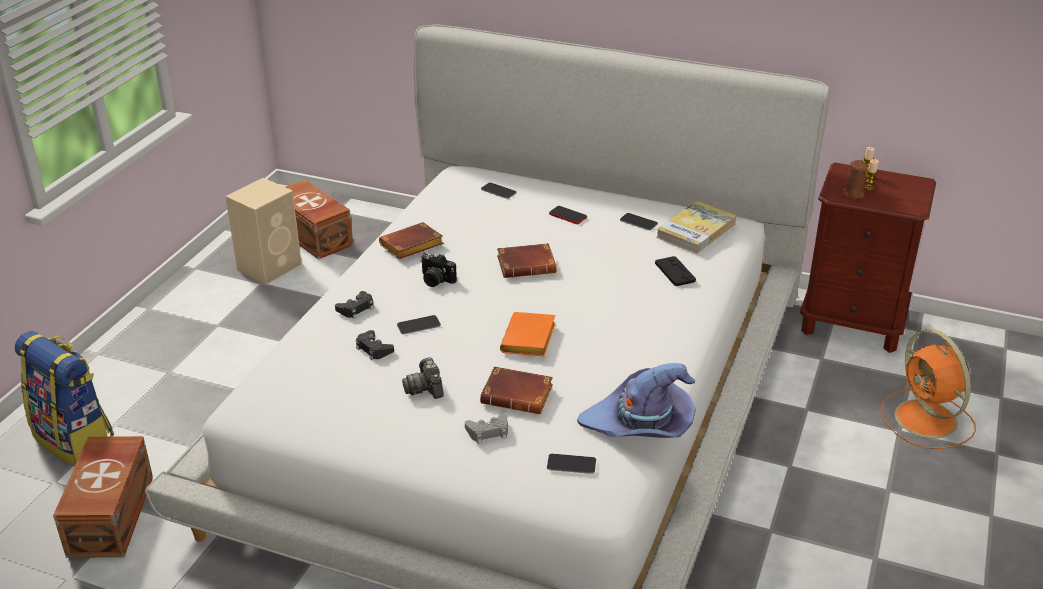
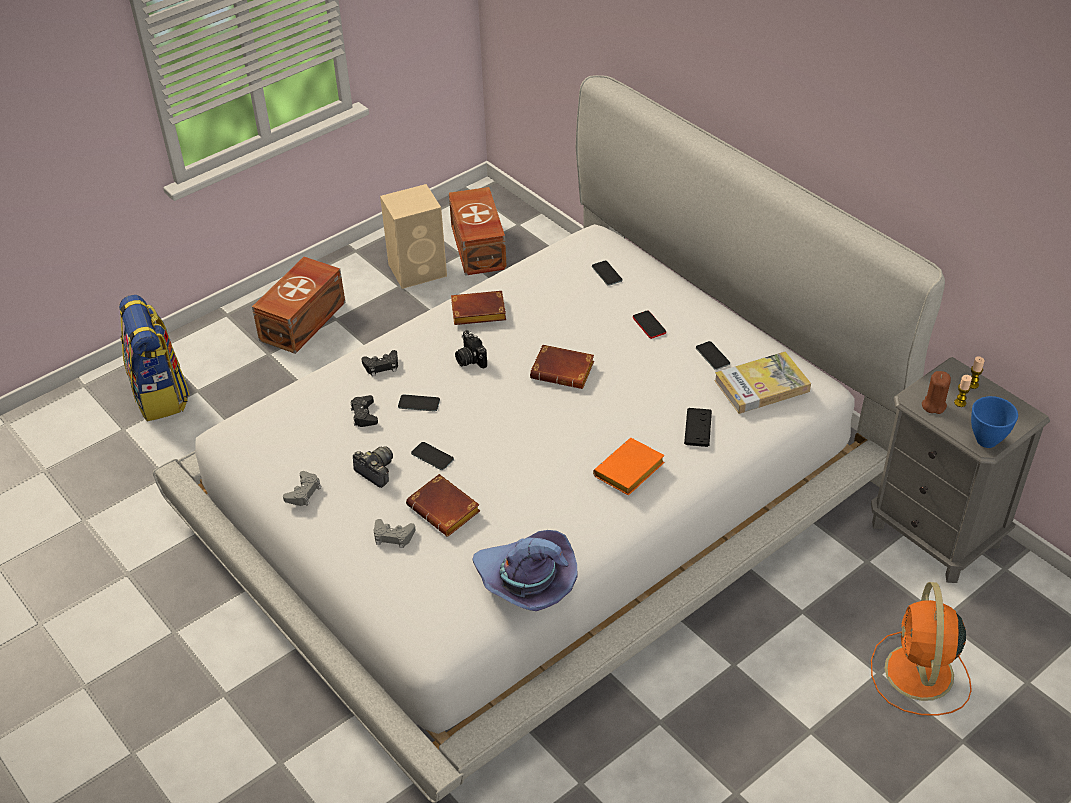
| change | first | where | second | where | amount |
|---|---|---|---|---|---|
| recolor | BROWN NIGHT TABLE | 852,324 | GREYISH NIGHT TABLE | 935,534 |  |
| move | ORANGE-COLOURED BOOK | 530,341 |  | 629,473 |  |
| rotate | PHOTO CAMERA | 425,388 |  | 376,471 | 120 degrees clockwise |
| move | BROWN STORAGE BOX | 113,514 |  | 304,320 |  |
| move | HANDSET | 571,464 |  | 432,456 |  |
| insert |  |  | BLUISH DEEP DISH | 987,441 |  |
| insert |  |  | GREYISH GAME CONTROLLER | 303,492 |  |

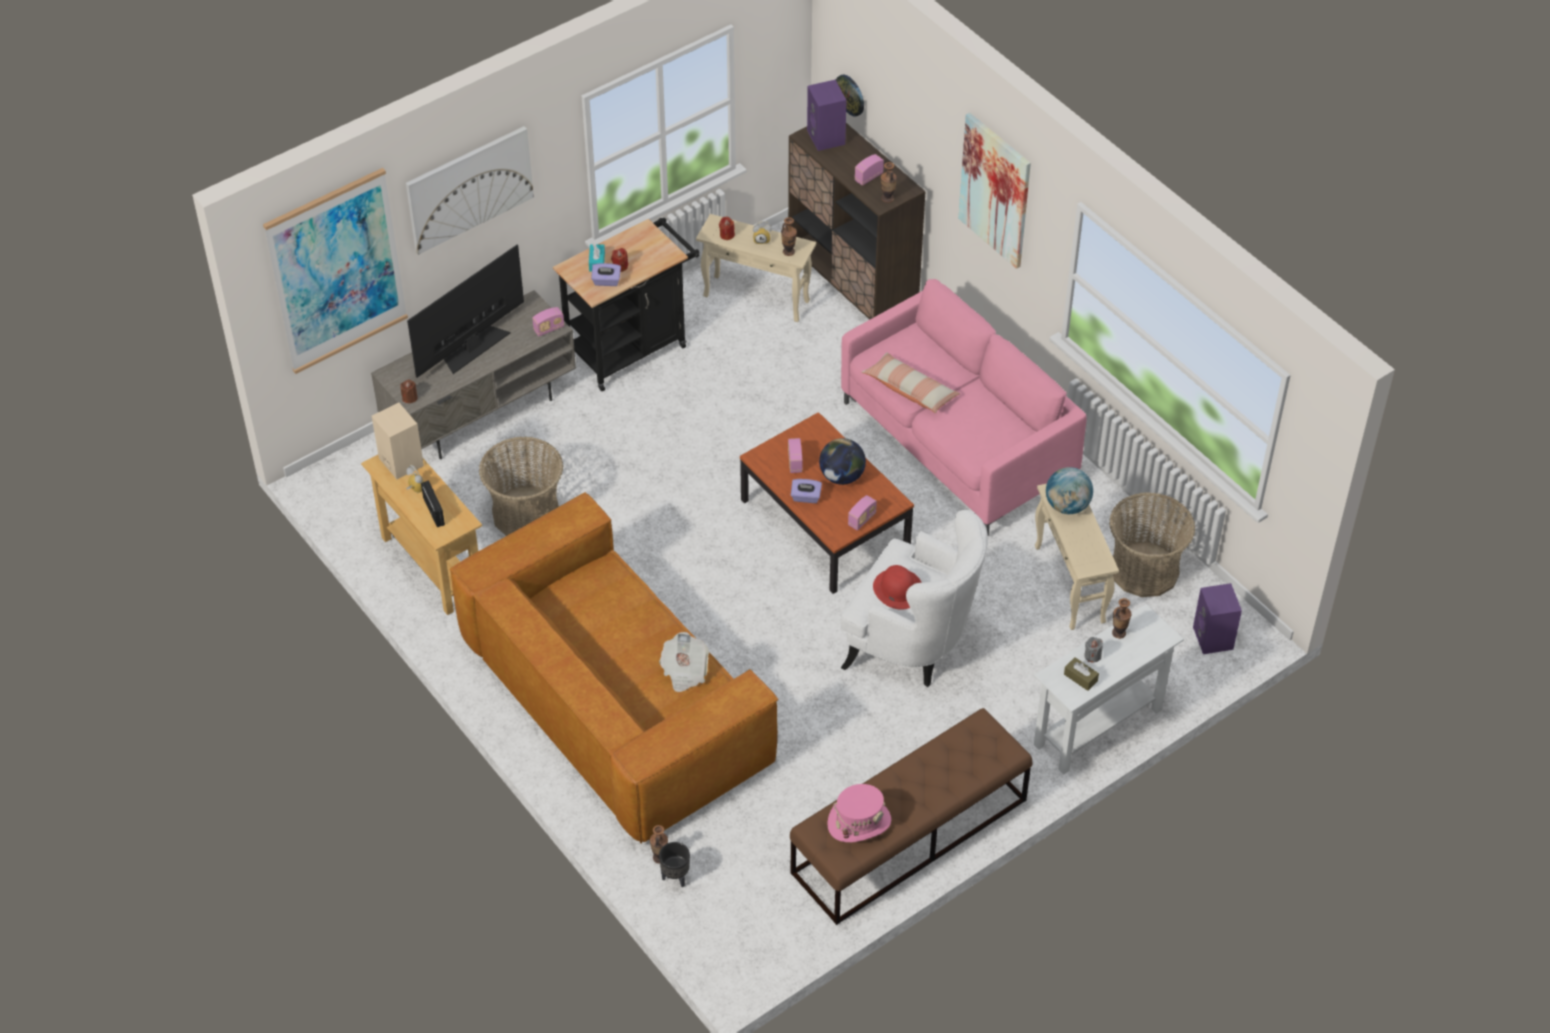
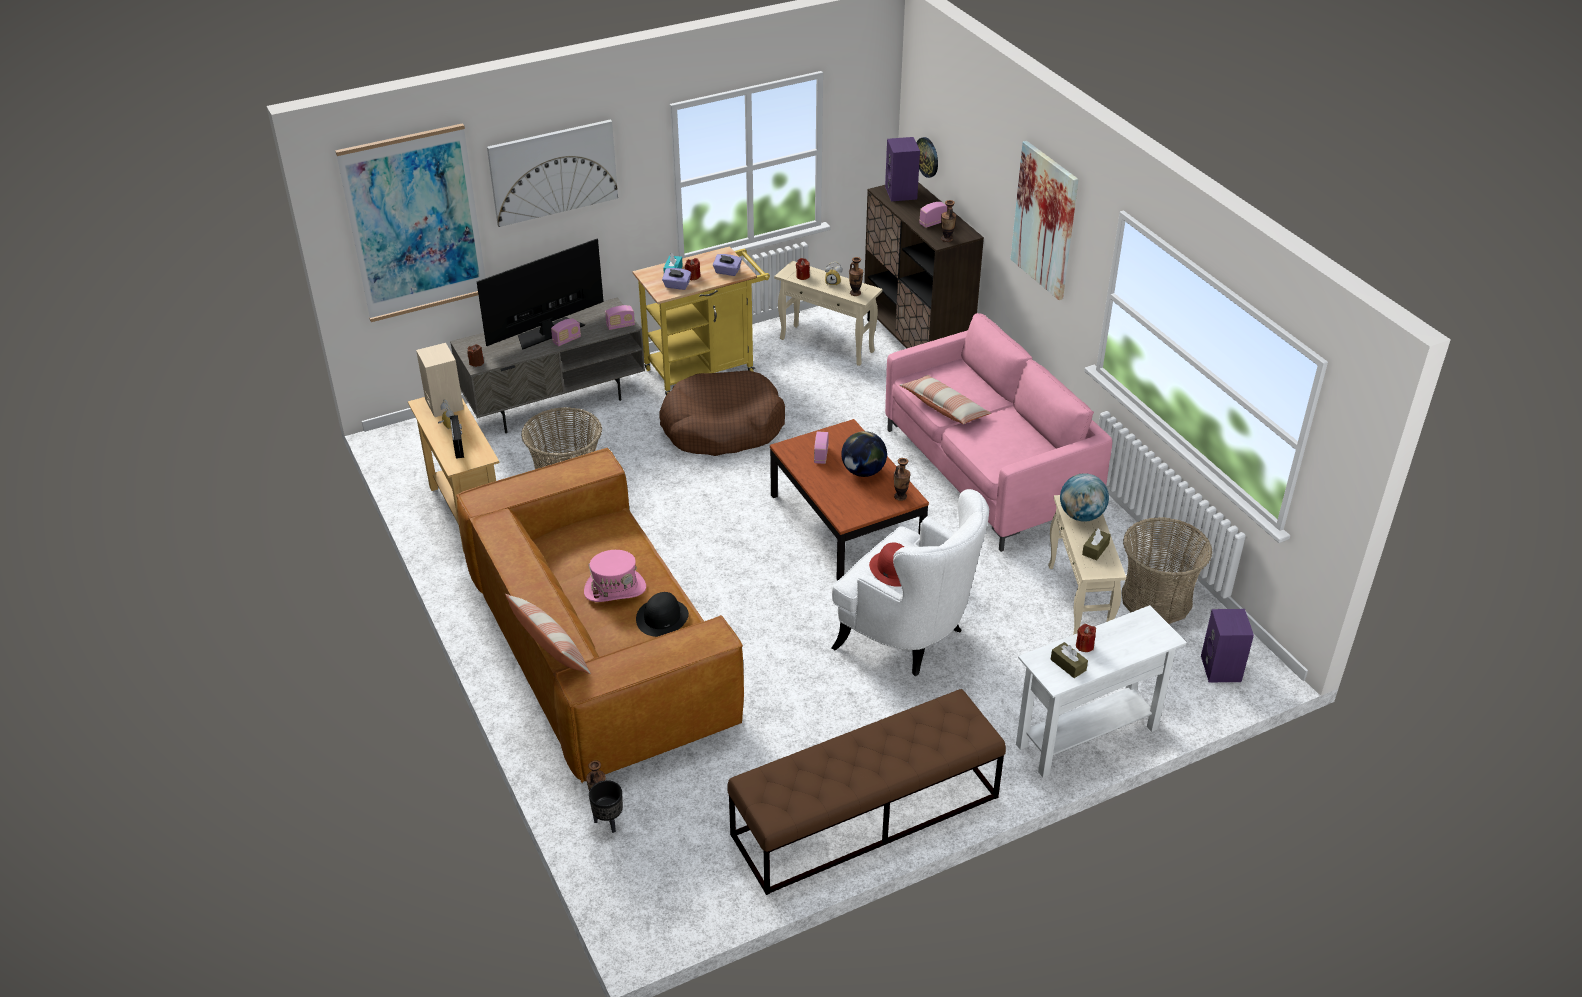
| change | first | where | second | where | amount |
|---|---|---|---|---|---|
| recolor | BLACKISH CART | 632,347 | YELLOWISH CART | 705,369 |  |
| move | PURPLE-COLOURED TISSUE HOLDER | 806,497 |  | 727,272 |  |
| move | RADIO SET | 862,519 |  | 567,340 |  |
| move | VASE | 1119,633 |  | 900,496 |  |
| replace | NEWSPAPER | 684,671 | BLACKISH CLOTHING HAT | 662,617 |  |
| recolor | GREYISH CANDLE | 1092,656 | REDDISH CANDLE | 1084,646 |  |
| move | PINK-COLOURED CLOTHING HAT | 859,822 |  | 615,589 |  |
| insert |  |  | BROWN PET BED | 722,427 |  |
| insert |  |  | BROWN TISSUE HOLDER | 1095,549 |  |
| insert |  |  | PILLOW | 550,649 |  |

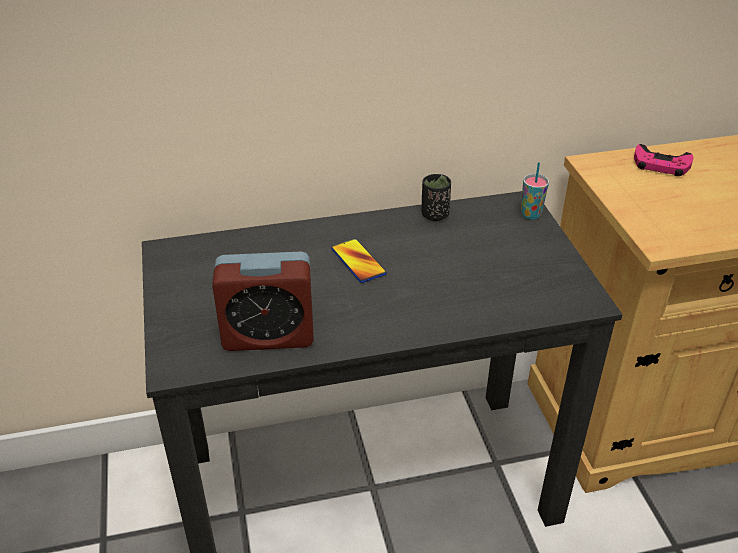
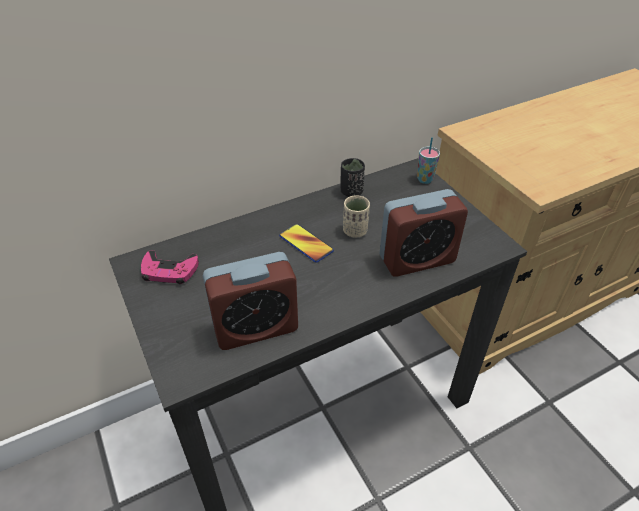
| change | first | where | second | where | amount |
|---|---|---|---|---|---|
| move | PINK-COLOURED GAME CONTROLLER | 661,165 |  | 169,271 |  |
| insert |  |  | BEDSIDE CLOCK | 417,259 |  |
| insert |  |  | SAND-COLOURED DRINKING CUP | 355,231 |  |

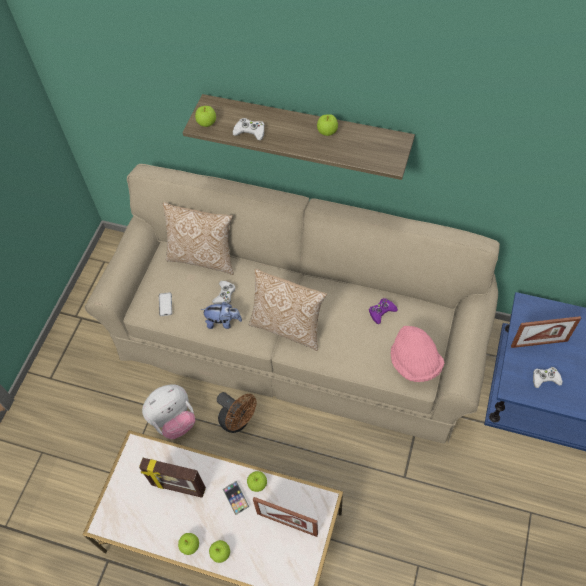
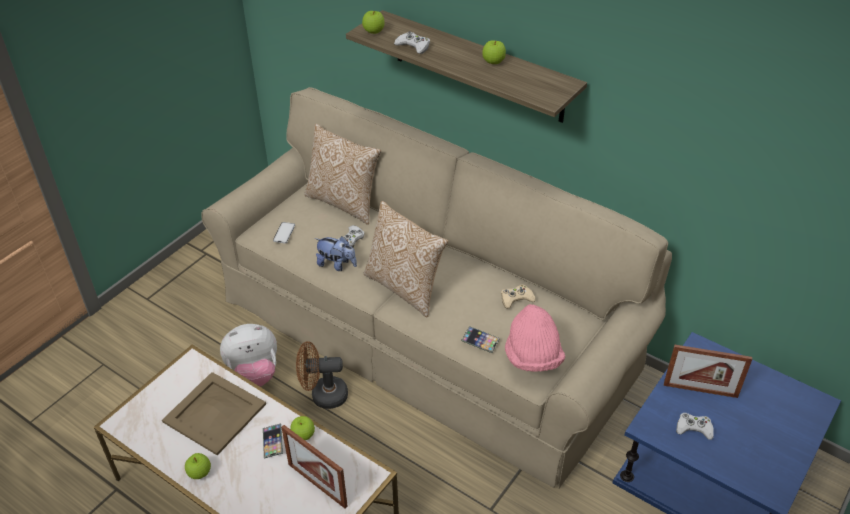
| change | first | where | second | where | amount |
|---|---|---|---|---|---|
| recolor | PURPLE-COLOURED GAME CONTROLLER | 381,312 | SAND-COLOURED GAME CONTROLLER | 516,299 |  |
| rotate | BROWN ELECTRIC FAN | 238,421 |  | 323,395 | 120 degrees clockwise |
| replace | STANDING FRAME | 178,487 | SAND-COLOURED CARRYING TRAY | 215,413 |  |
| delete | APPLE | 221,553 |  |  |  |
| insert |  |  | HANDSET | 480,341 |  |

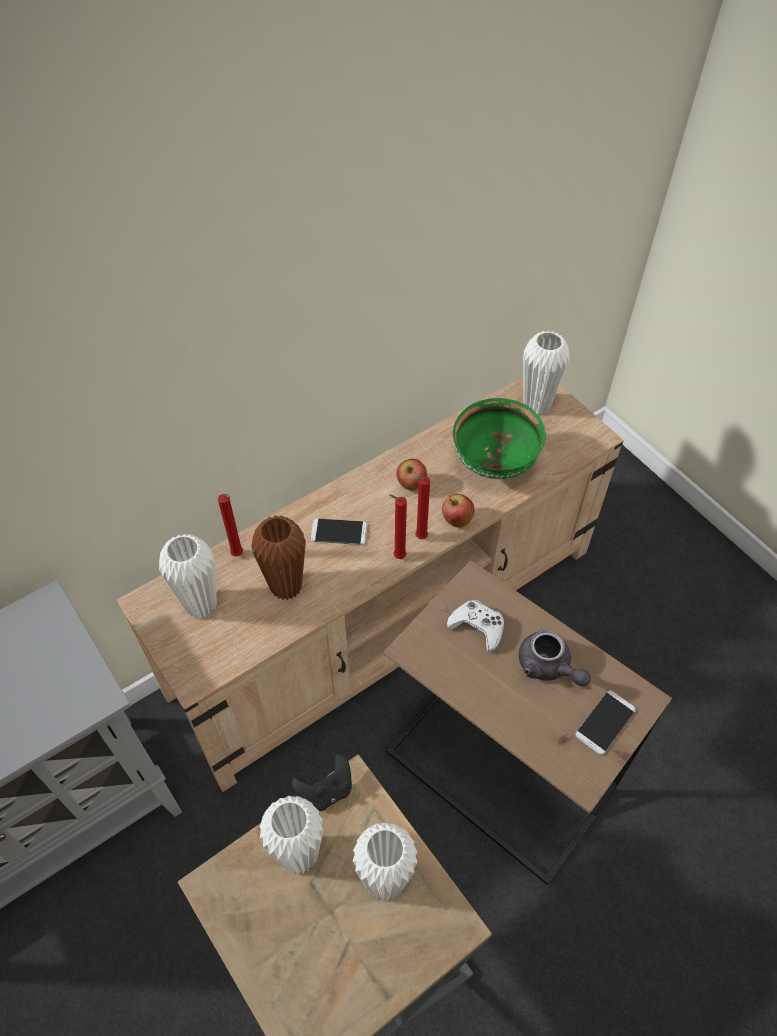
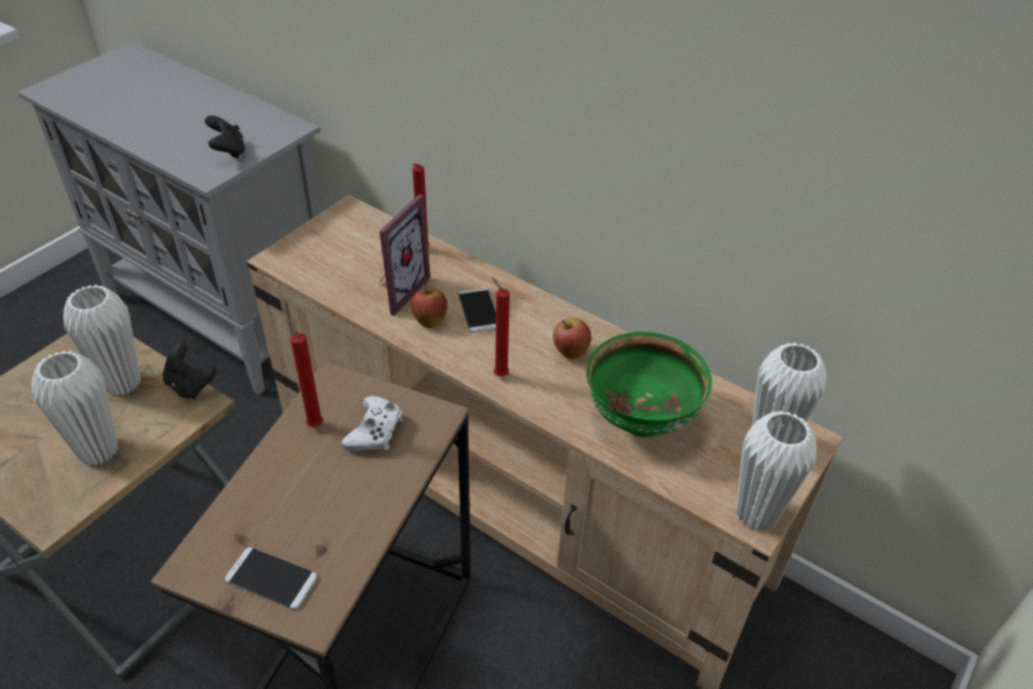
| change | first | where | second | where | amount |
|---|---|---|---|---|---|
| move | APPLE | 456,520 |  | 429,320 |  |
| move | REDDISH CANDLE | 397,556 |  | 315,423 |  |
| replace | BROWN VASE | 286,587 | STANDING FRAME | 396,290 |  |
| move | WHITE VASE | 201,605 |  | 756,514 |  |
| delete | GREYISH TEAPOT | 548,667 |  |  |  |
| insert |  |  | BLACKISH GAME CONTROLLER | 228,151 |  |

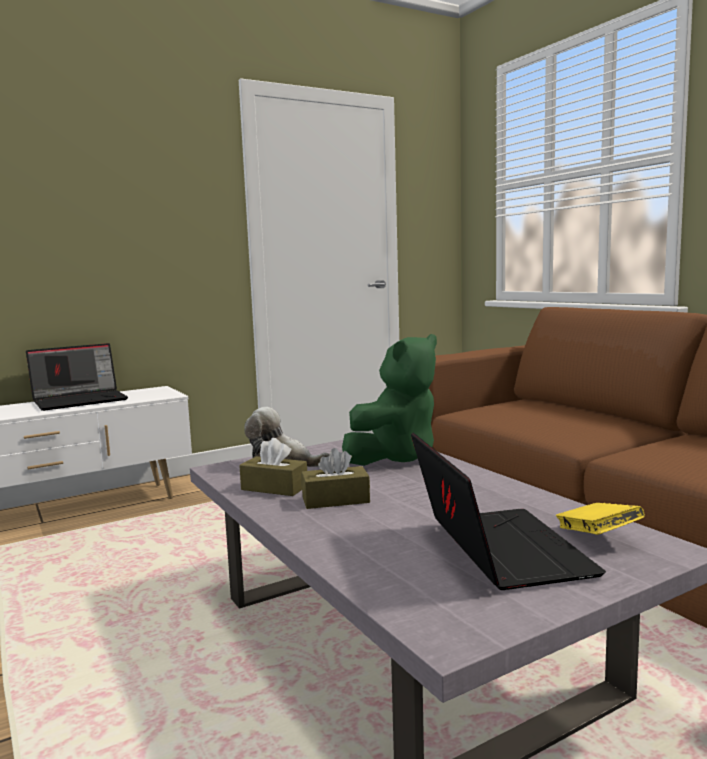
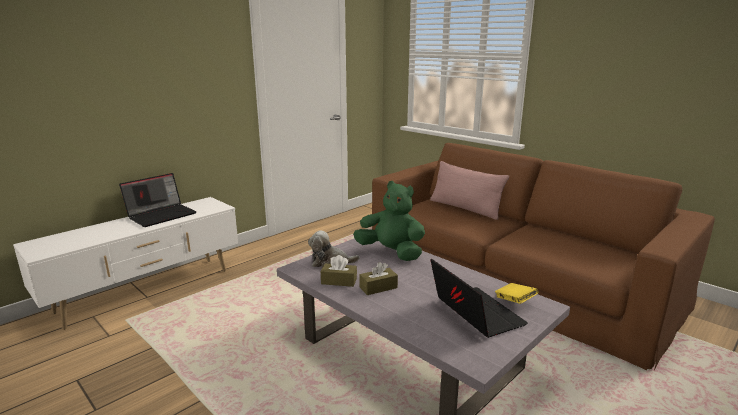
| change | first | where | second | where | amount |
|---|---|---|---|---|---|
| rotate | GREEN PLUSH TOY | 396,457 |  | 391,252 | 90 degrees counterclockwise |
| insert |  |  | PINK-COLOURED PILLOW | 465,208 |  |

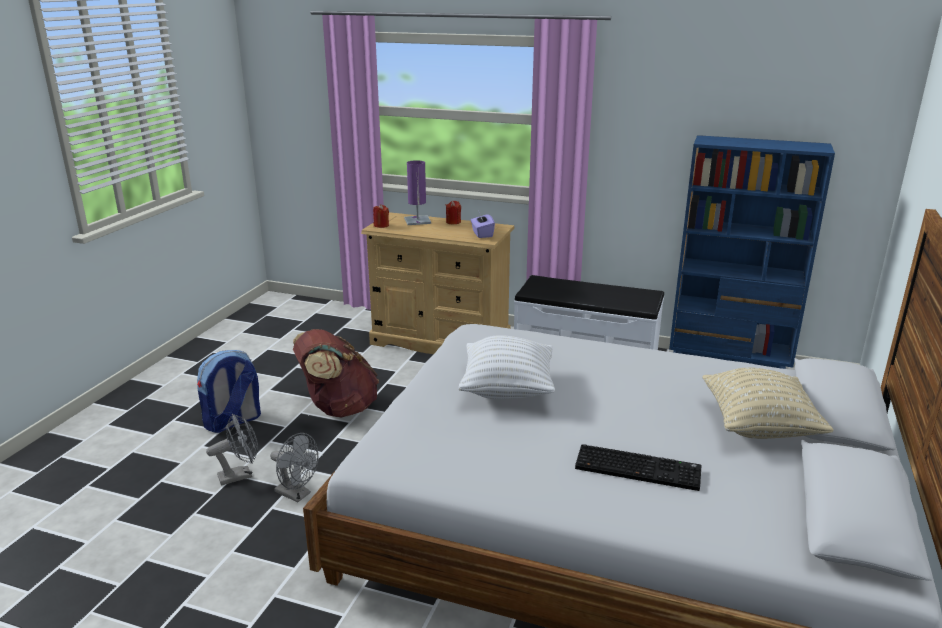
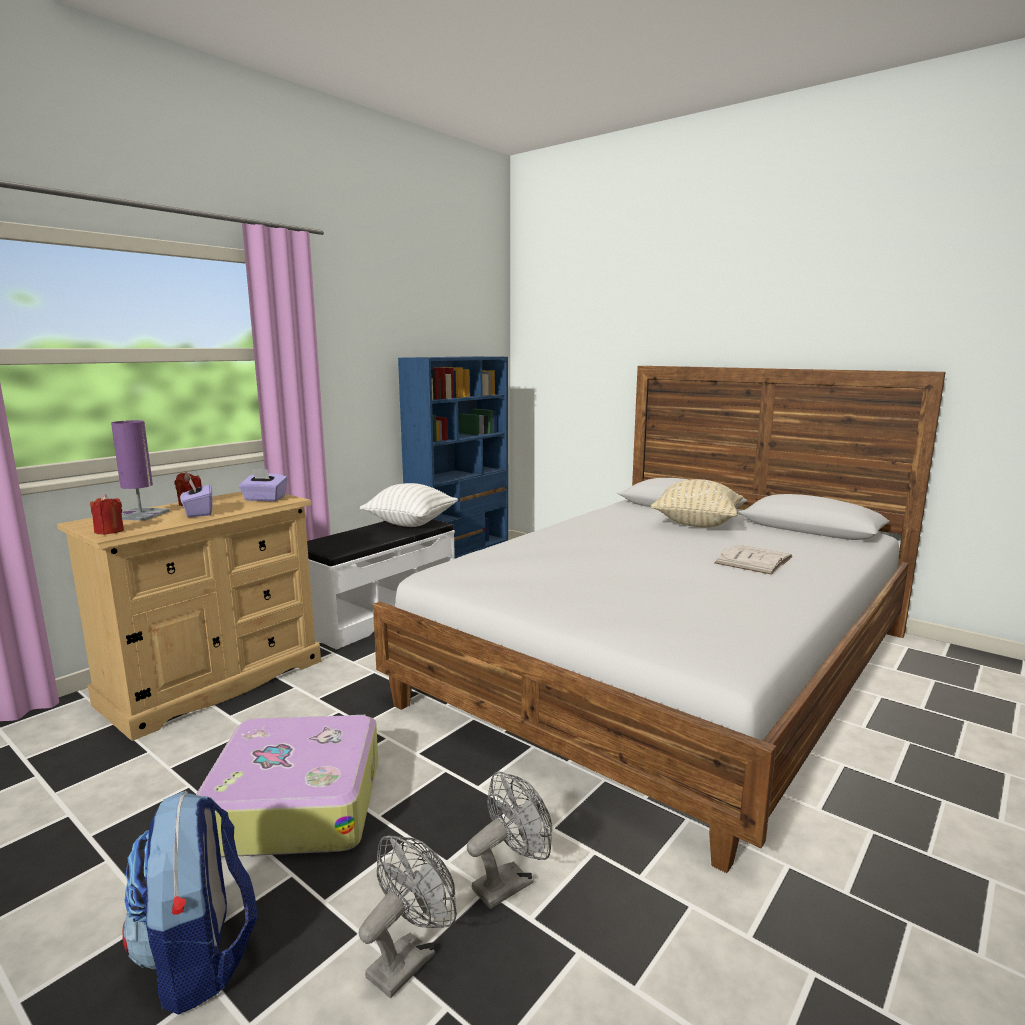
| change | first | where | second | where | amount |
|---|---|---|---|---|---|
| replace | BROWN BACKPACK | 338,408 | PIECE OF LUGGAGE | 295,803 |  |
| move | WHITE PILLOW | 507,390 |  | 410,523 |  |
| rotate | GREYISH ELECTRIC FAN | 240,475 |  | 408,958 | 45 degrees clockwise |
| replace | COMPUTER KEYBOARD | 639,468 | WHITE BOOK | 754,560 |  |
| insert |  |  | PURPLE-COLOURED TISSUE HOLDER | 198,513 |  |

